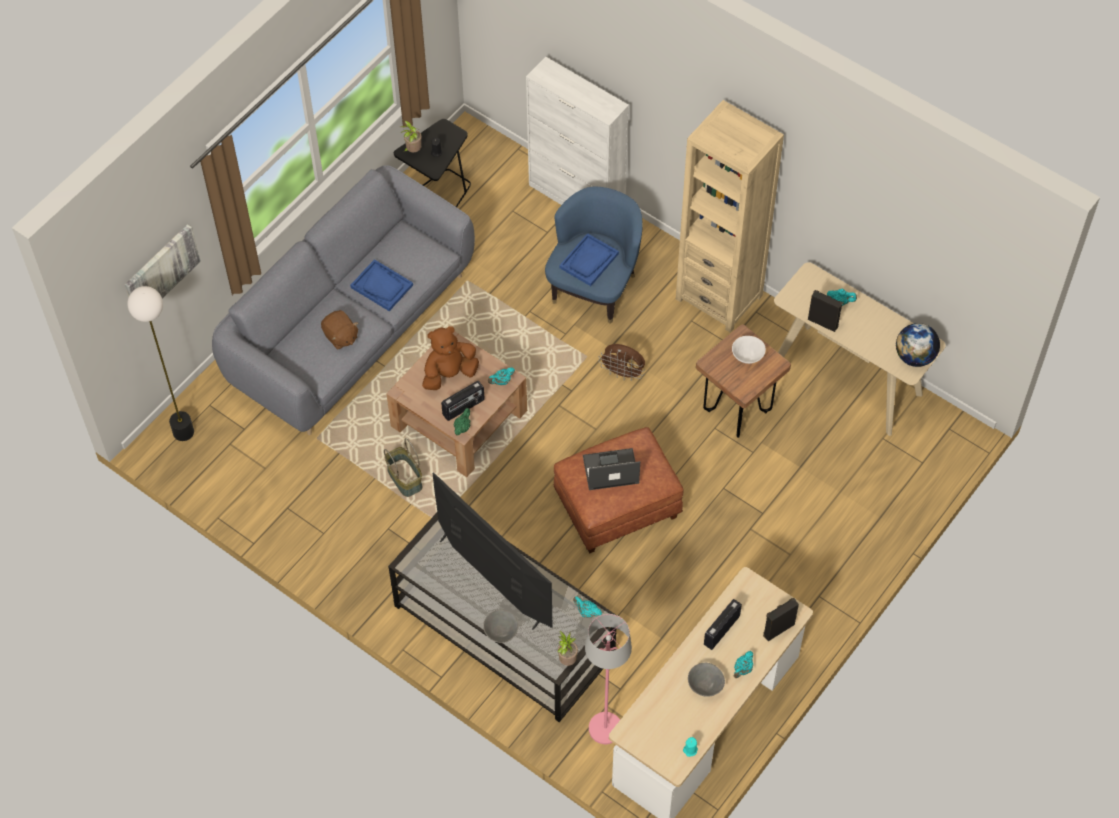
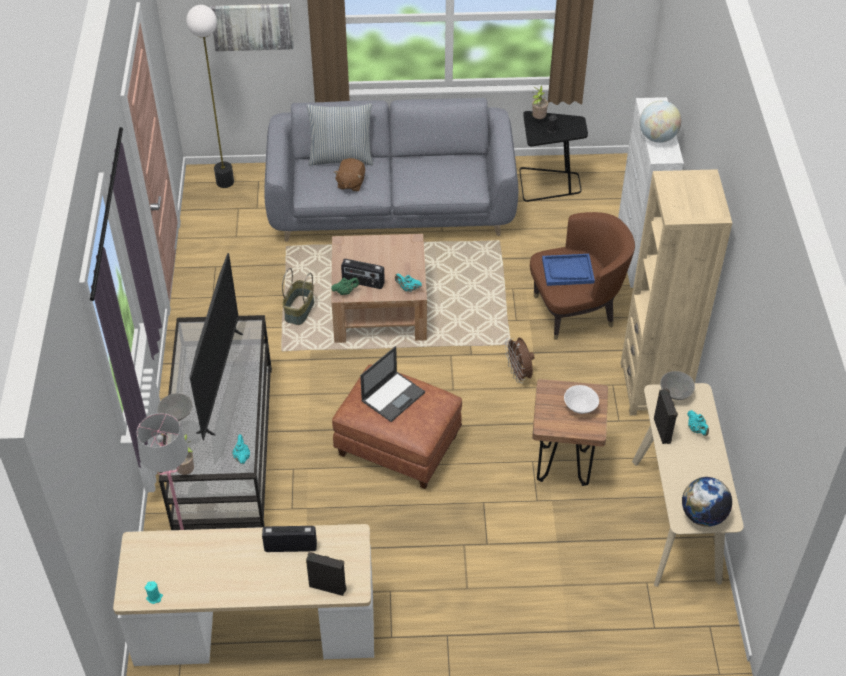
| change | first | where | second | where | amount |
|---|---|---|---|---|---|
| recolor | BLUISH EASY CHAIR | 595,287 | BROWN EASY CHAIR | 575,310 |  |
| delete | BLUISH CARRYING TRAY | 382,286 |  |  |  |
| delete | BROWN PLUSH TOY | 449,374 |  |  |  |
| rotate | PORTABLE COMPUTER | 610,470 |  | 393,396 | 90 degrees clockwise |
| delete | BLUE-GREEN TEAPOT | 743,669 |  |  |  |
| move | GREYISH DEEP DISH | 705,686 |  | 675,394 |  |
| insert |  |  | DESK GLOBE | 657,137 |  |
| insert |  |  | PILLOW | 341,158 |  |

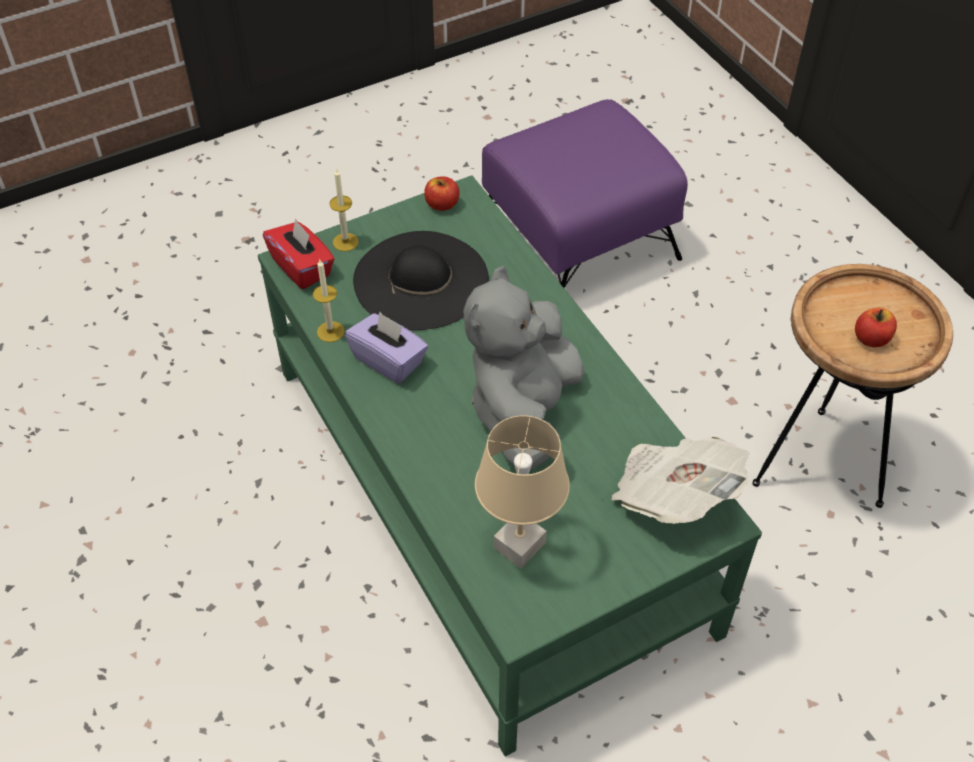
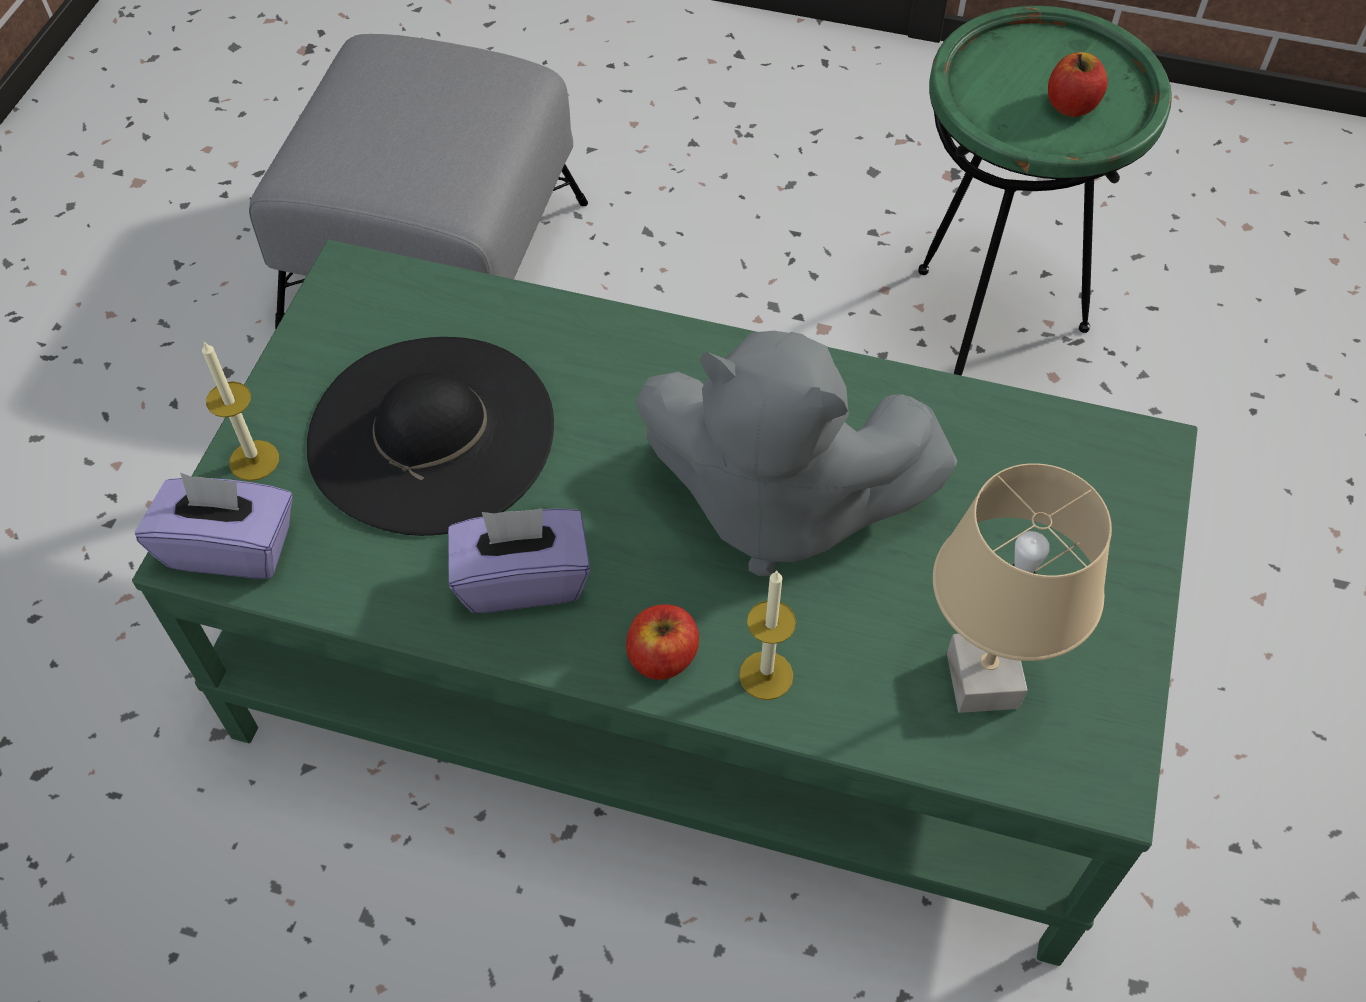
| change | first | where | second | where | amount |
|---|---|---|---|---|---|
| recolor | PURPLE-COLOURED OTTOMAN | 579,239 | GREYISH OTTOMAN | 438,262 |  |
| move | APPLE | 442,204 |  | 662,657 |  |
| recolor | REDDISH TISSUE HOLDER | 302,267 | PURPLE-COLOURED TISSUE HOLDER | 231,546 |  |
| move | CANDLE | 330,331 |  | 766,675 |  |
| recolor | BROWN ACCENT TABLE | 819,466 | GREEN ACCENT TABLE | 985,333 |  |
| rotate | GREYISH PLUSH TOY | 524,412 |  | 778,503 | 45 degrees counterclockwise |
| delete | NEWSPAPER | 673,494 |  |  |  |

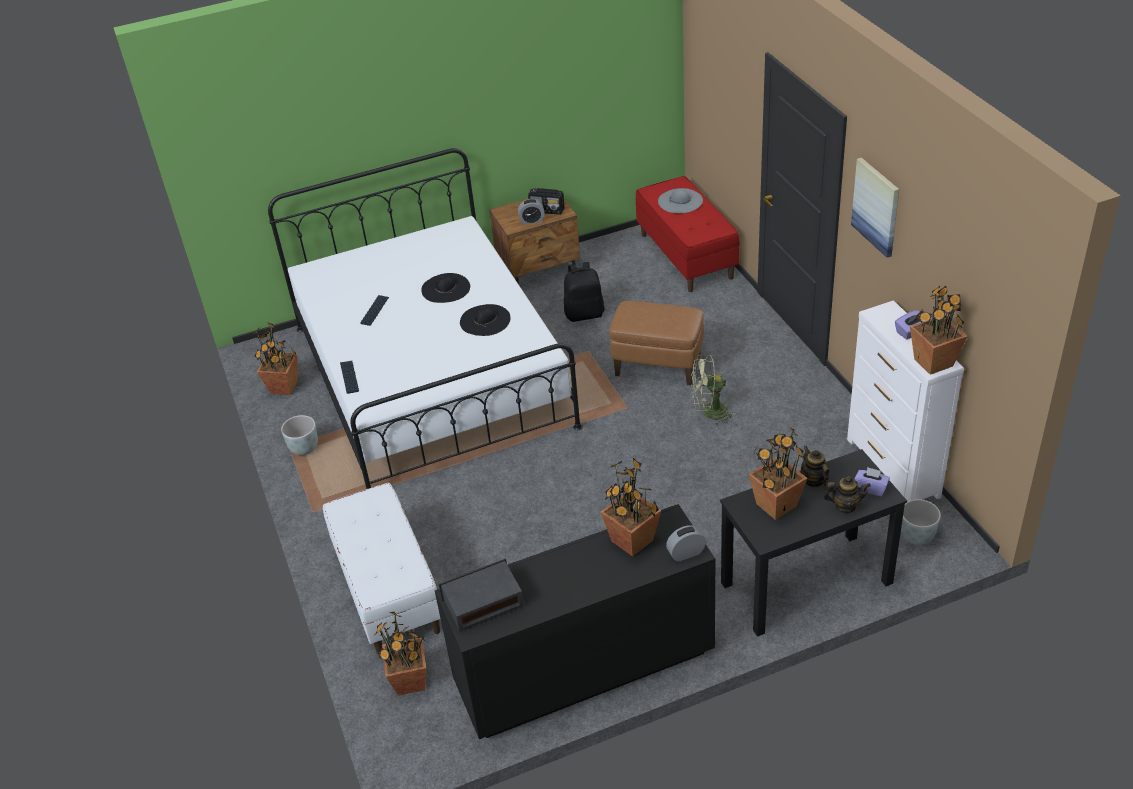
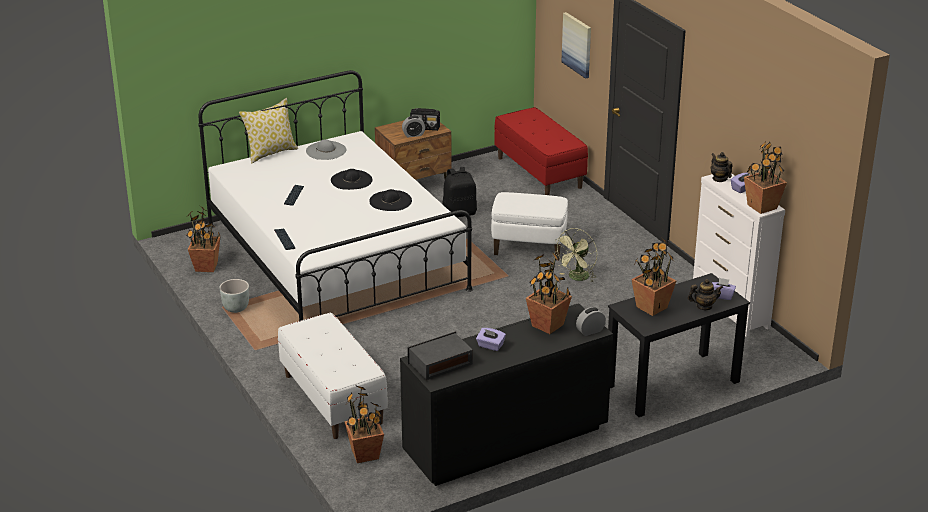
| change | first | where | second | where | amount |
|---|---|---|---|---|---|
| move | PICTURE | 876,206 |  | 577,44 |  |
| move | GREYISH CLOTHING HAT | 680,201 |  | 326,150 |  |
| recolor | BROWN OTTOMAN | 658,366 | WHITE OTTOMAN | 529,248 |  |
| rotate | GREEN ELECTRIC FAN | 709,413 |  | 577,278 | 45 degrees counterclockwise |
| move | TEAPOT | 814,480 |  | 719,179 |  |
| delete | GREYISH PLANT POT | 917,536 |  |  |  |
| insert |  |  | PILLOW | 271,153 |  |
| insert |  |  | PURPLE-COLOURED TISSUE HOLDER | 490,346 |  |

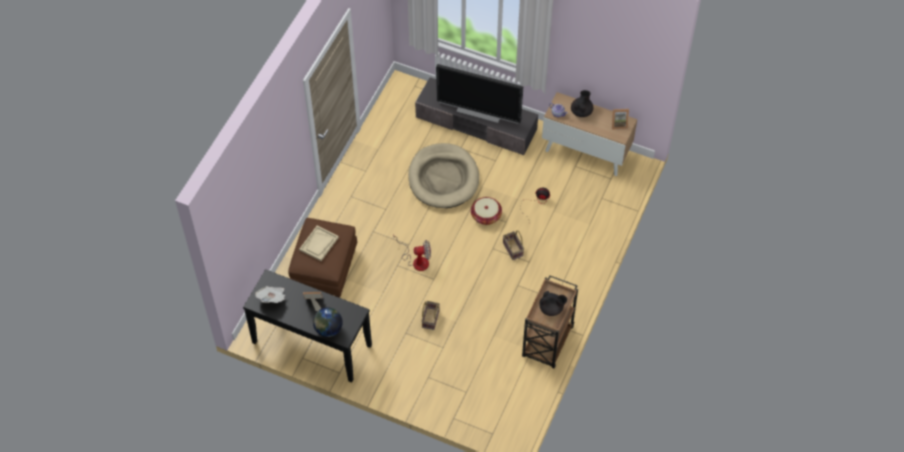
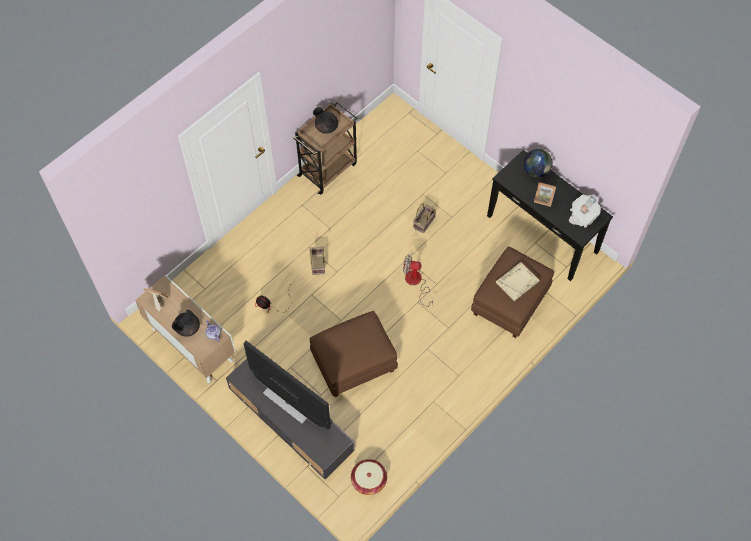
| change | first | where | second | where | amount |
|---|---|---|---|---|---|
| replace | SAND-COLOURED PET BED | 443,178 | BROWN OTTOMAN | 354,364 |  |
| move | HOUSEHOLD BASKET | 486,216 |  | 369,480 |  |

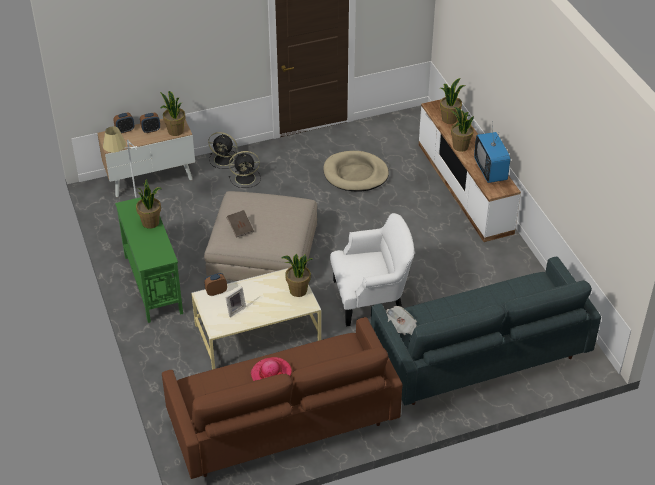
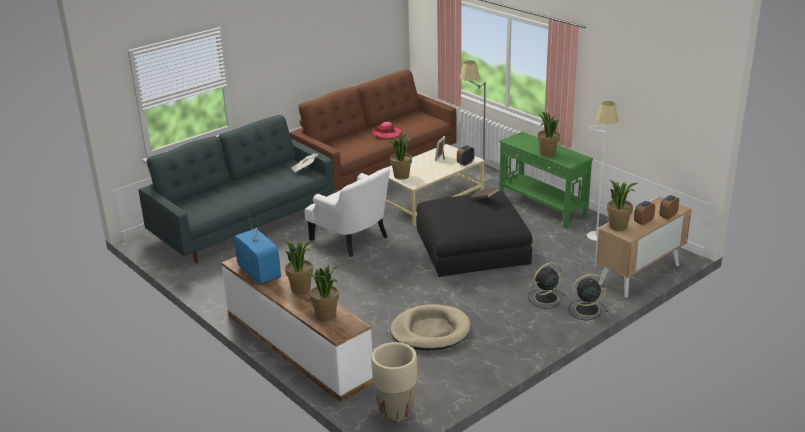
| change | first | where | second | where | amount |
|---|---|---|---|---|---|
| recolor | SAND-COLOURED OTTOMAN | 263,250 | BLACKISH OTTOMAN | 472,247 |  |
| rotate | WHITE EASY CHAIR | 371,298 |  | 352,238 | 105 degrees counterclockwise |
| insert |  |  | GREYISH STANDARD LAMP | 475,177 |  |
| insert |  |  | SAND-COLOURED PLANT POT | 396,412 |  |

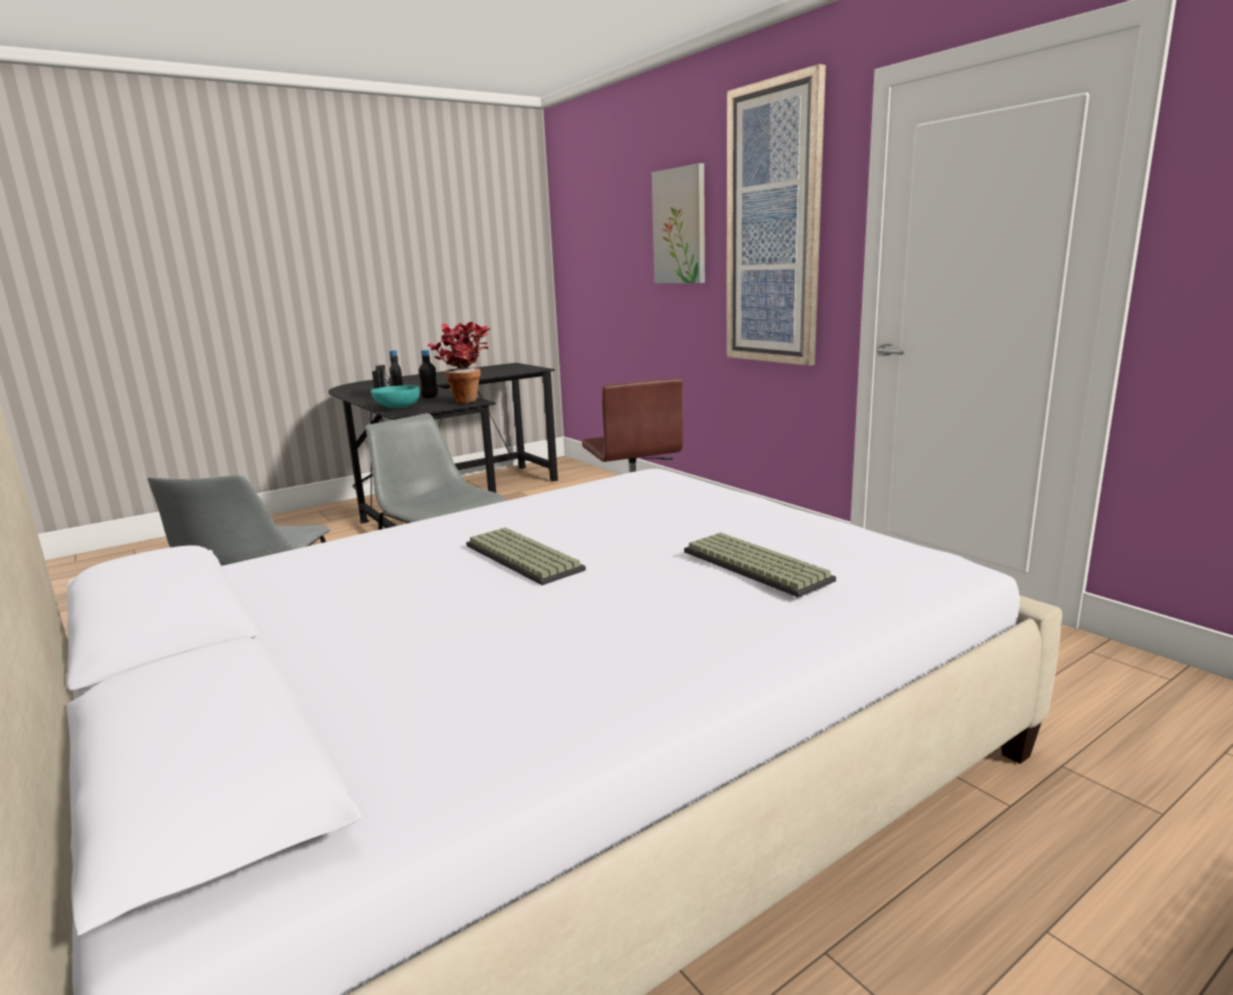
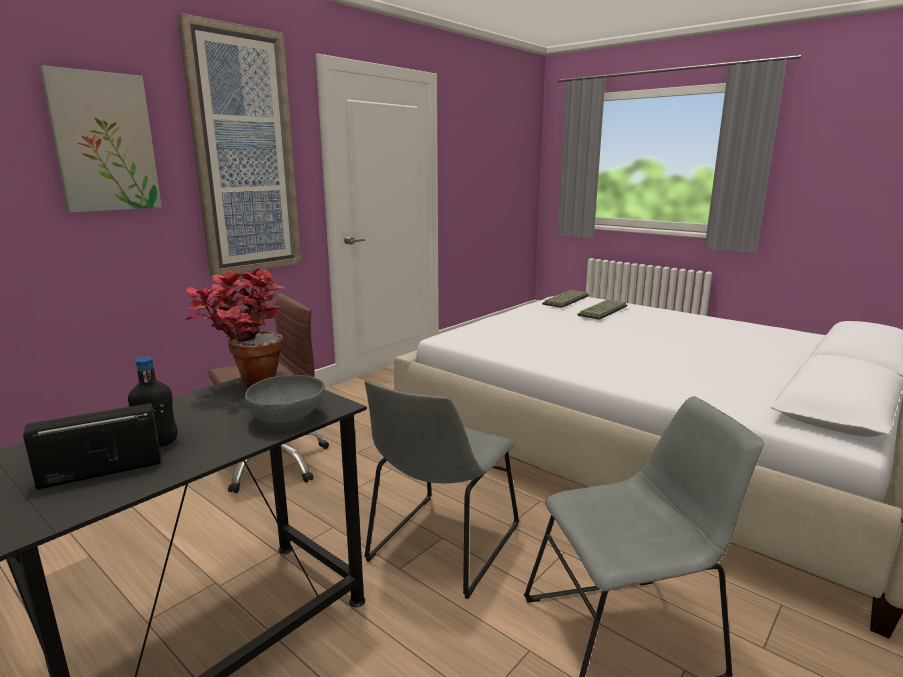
| change | first | where | second | where | amount |
|---|---|---|---|---|---|
| delete | BLACKISH BOTTLE | 430,397 |  |  |  |
| recolor | BLUE-GREEN DEEP DISH | 397,408 | GREYISH DEEP DISH | 288,418 |  |
| move | COMPUTER KEYBOARD | 520,558 |  | 566,300 |  |

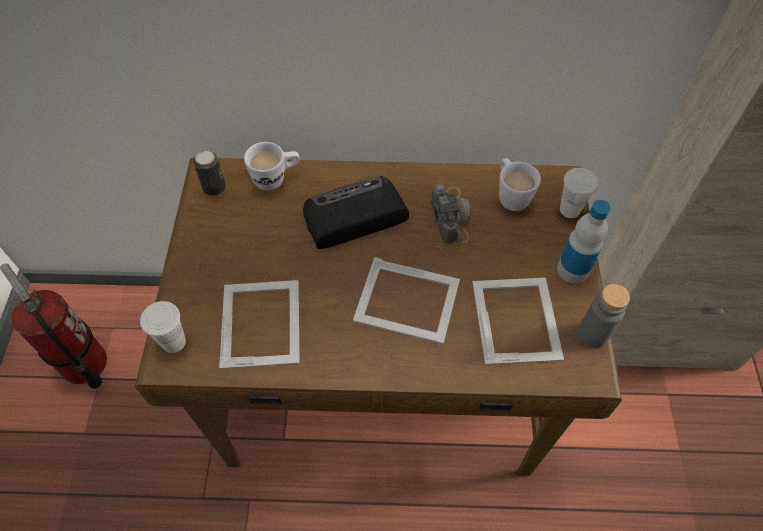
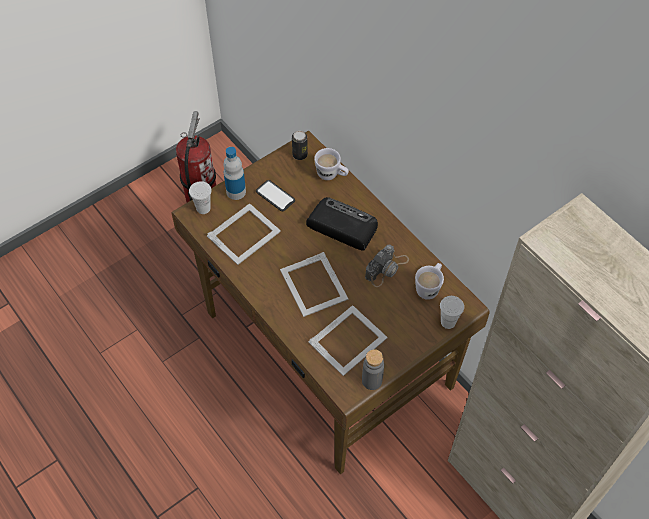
| change | first | where | second | where | amount |
|---|---|---|---|---|---|
| move | BOTTLE | 572,270 |  | 236,191 |  |
| insert |  |  | HANDSET | 275,196 |  |

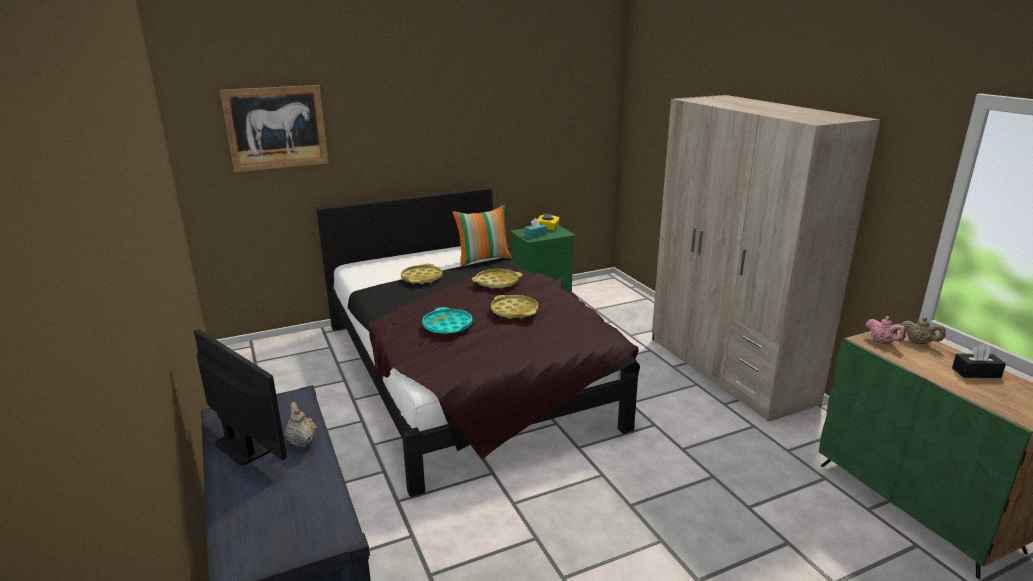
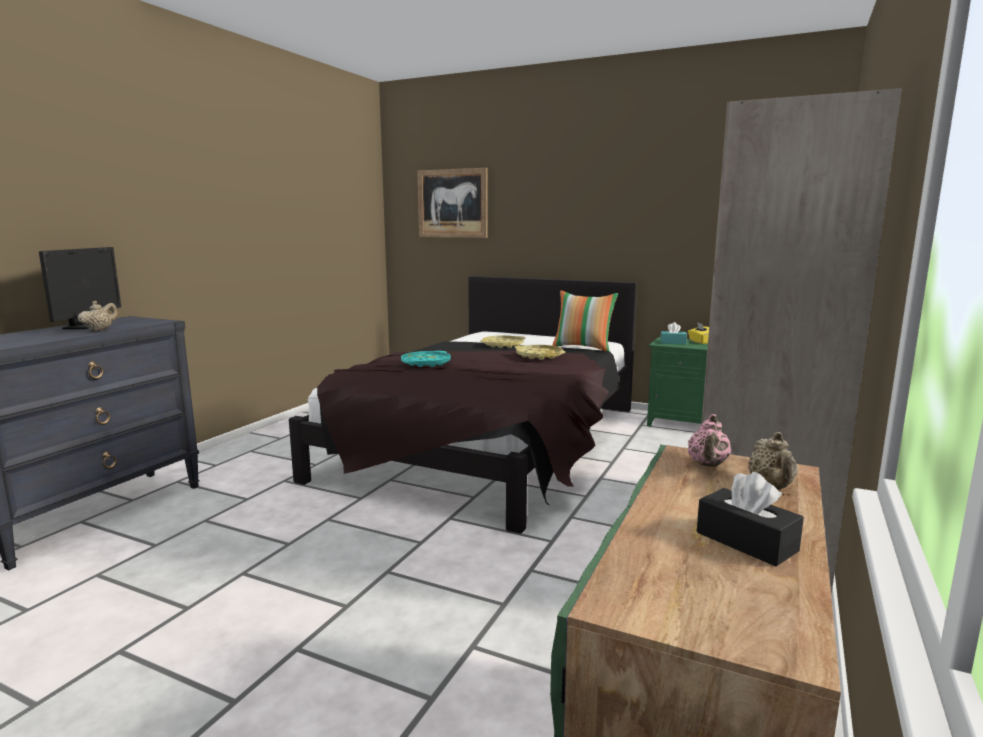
| change | first | where | second | where | amount |
|---|---|---|---|---|---|
| delete | YELLOWISH CARRYING TRAY | 514,311 |  |  |  |

